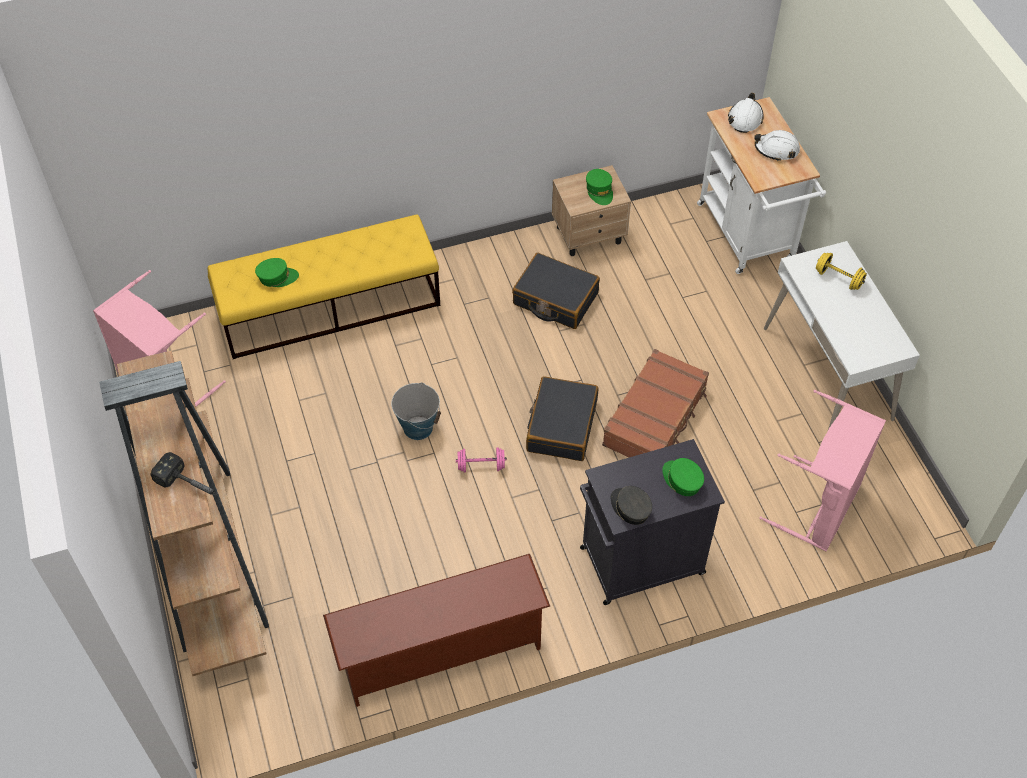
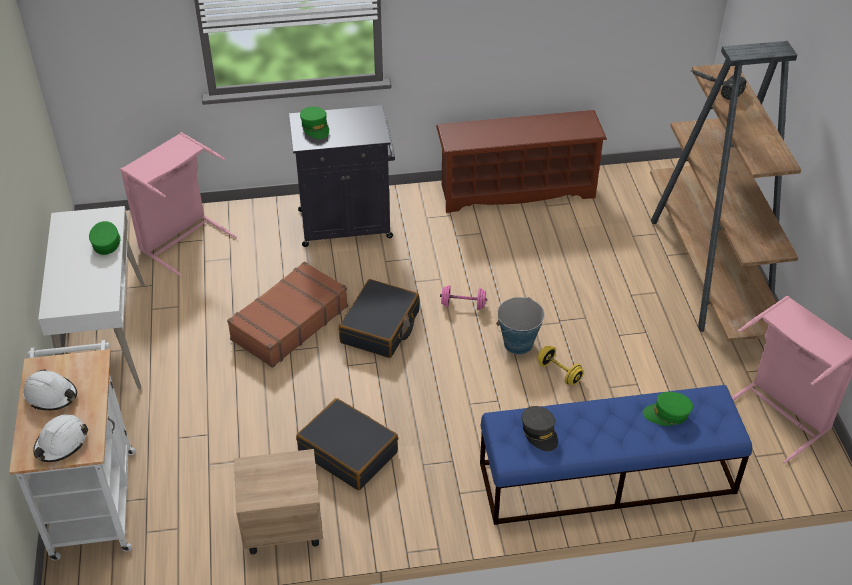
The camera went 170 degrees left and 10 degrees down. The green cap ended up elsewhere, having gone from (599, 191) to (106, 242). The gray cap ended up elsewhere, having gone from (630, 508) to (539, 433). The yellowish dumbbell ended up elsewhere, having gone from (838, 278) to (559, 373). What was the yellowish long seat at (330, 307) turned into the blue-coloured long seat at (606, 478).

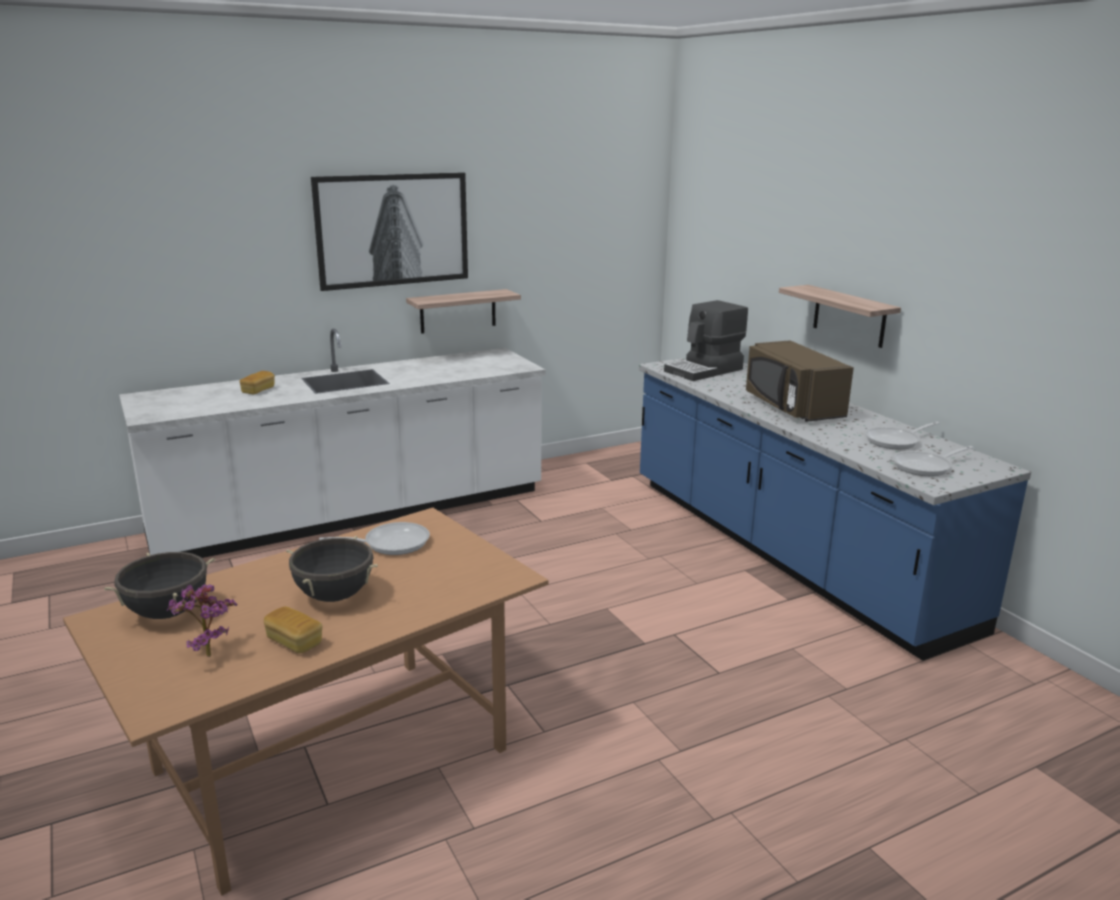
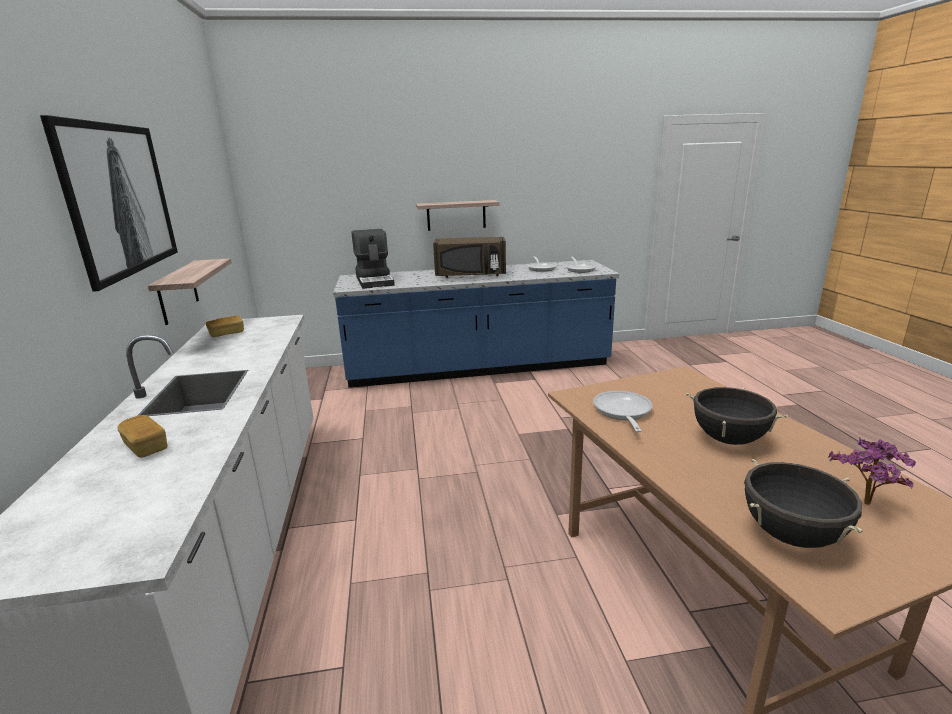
The camera went 70 degrees left and 0 degrees up. The bread ended up elsewhere, having gone from (294, 642) to (226, 334).

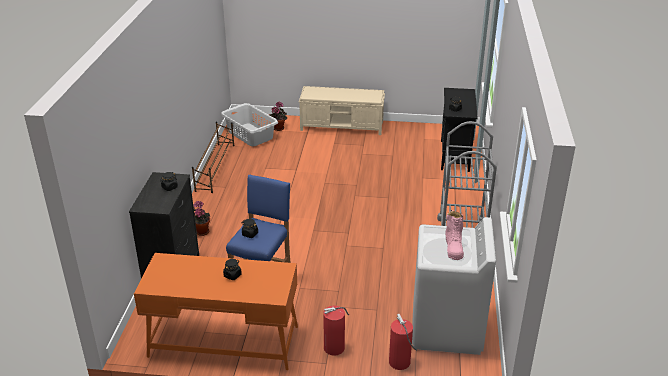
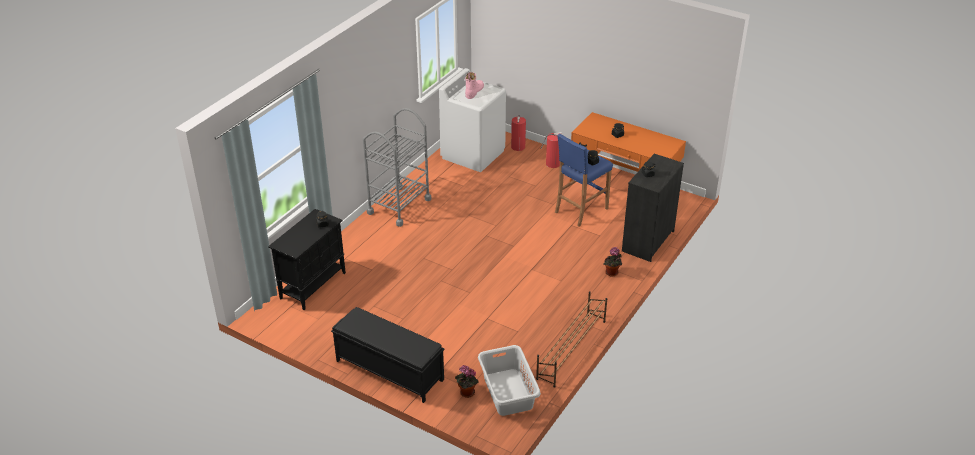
The camera went 155 degrees left and 5 degrees up. What was the beige-coloured long seat at (342, 126) turned into the black-coloured long seat at (389, 370).

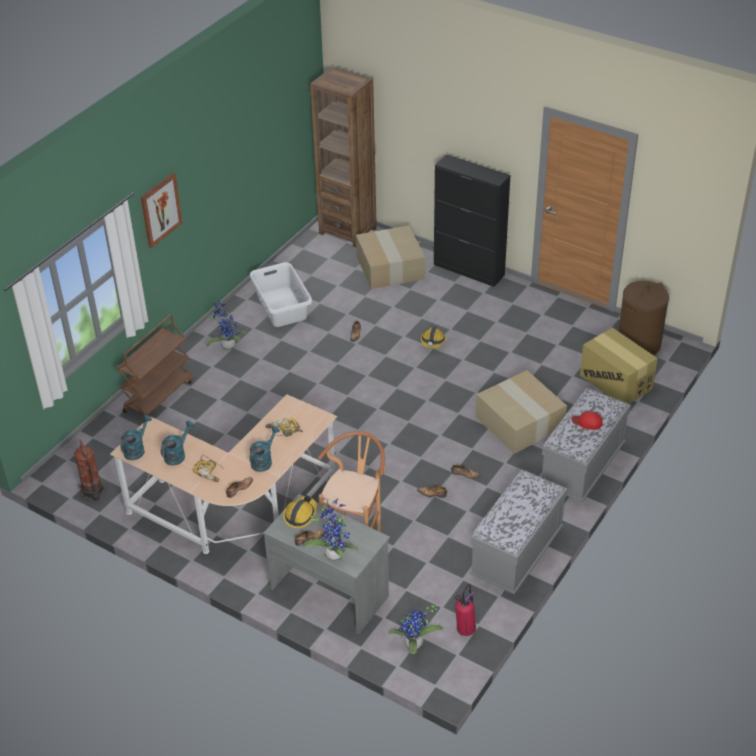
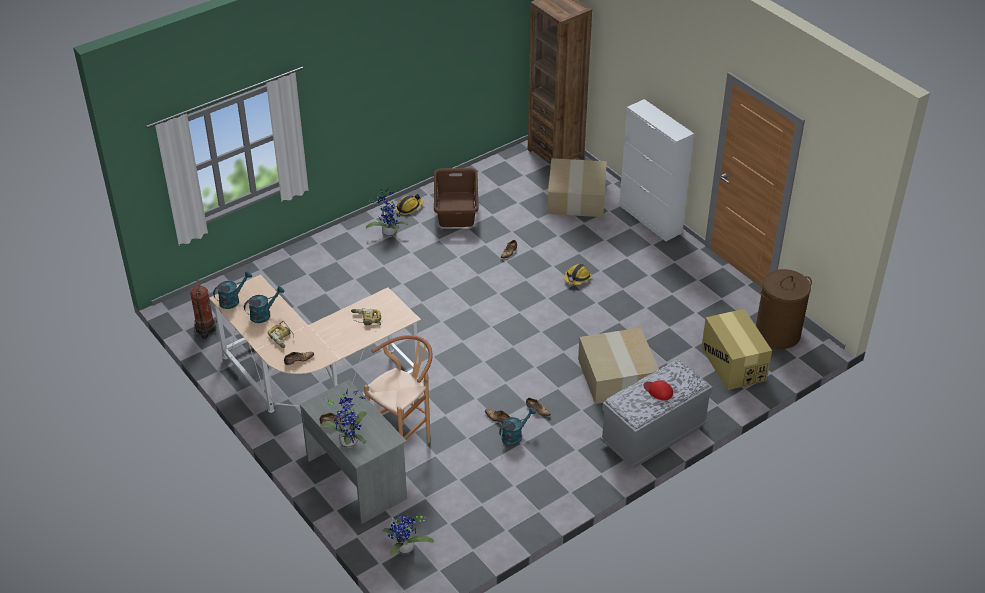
The camera went 20 degrees right and 0 degrees up. The second view lost the brown-coloured trolley at (158, 396). The second view lost the wall picture at (160, 210). The second view lost the fire-fighting cylinder at (465, 629). The second view lost the gray long seat at (516, 553). The turquoise-coloured sprinkling can ended up elsewhere, having gone from (263, 461) to (515, 436). The work helmet ended up elsewhere, having gone from (300, 515) to (409, 207). What was the whitish laundry basket at (282, 306) turned into the brown-coloured laundry basket at (456, 209). What was the black-coloured cabinet at (469, 270) turned into the whitish cabinet at (650, 219).

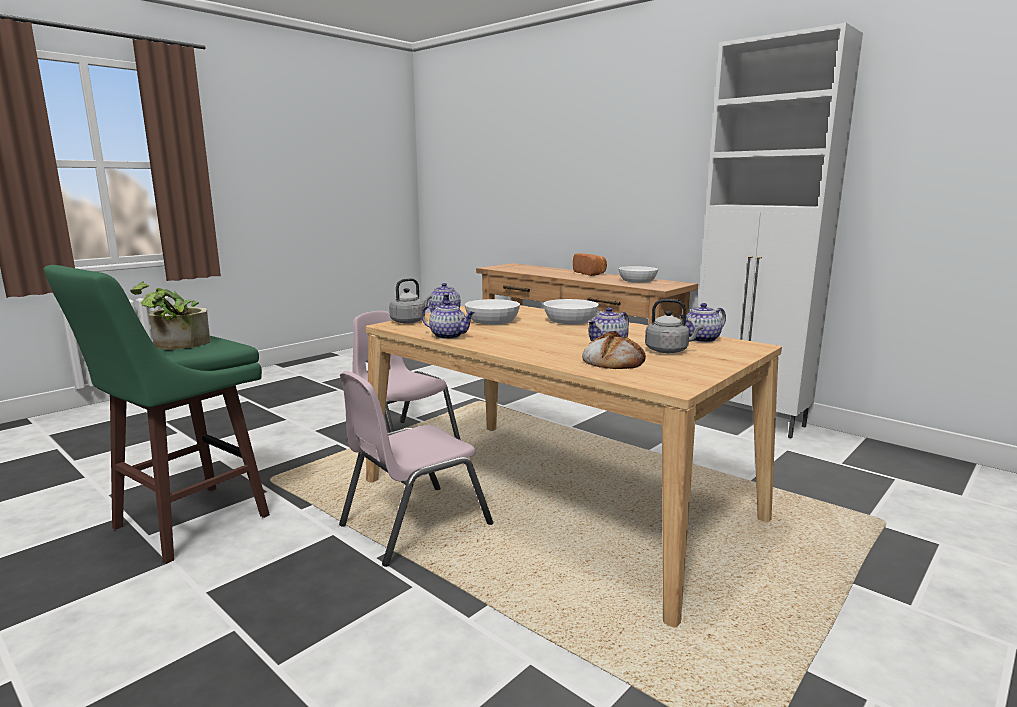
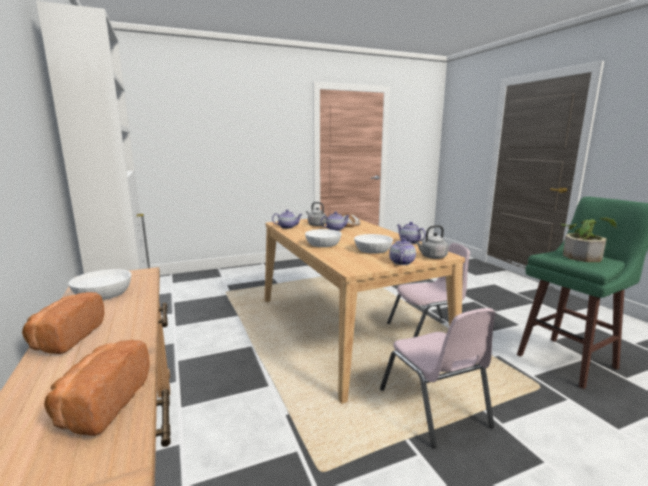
The camera went 155 degrees left and 0 degrees up. The second view gained the bread at (101, 404).

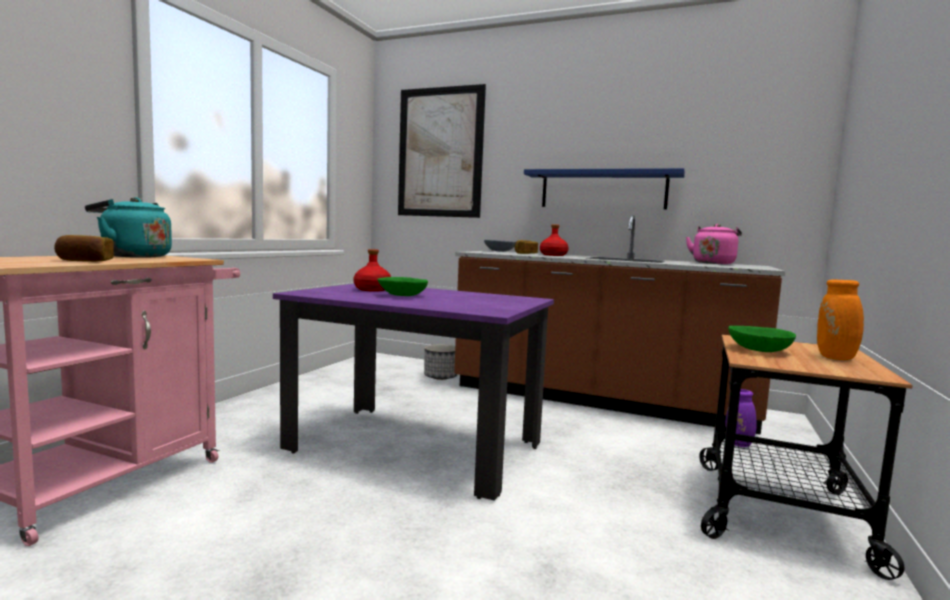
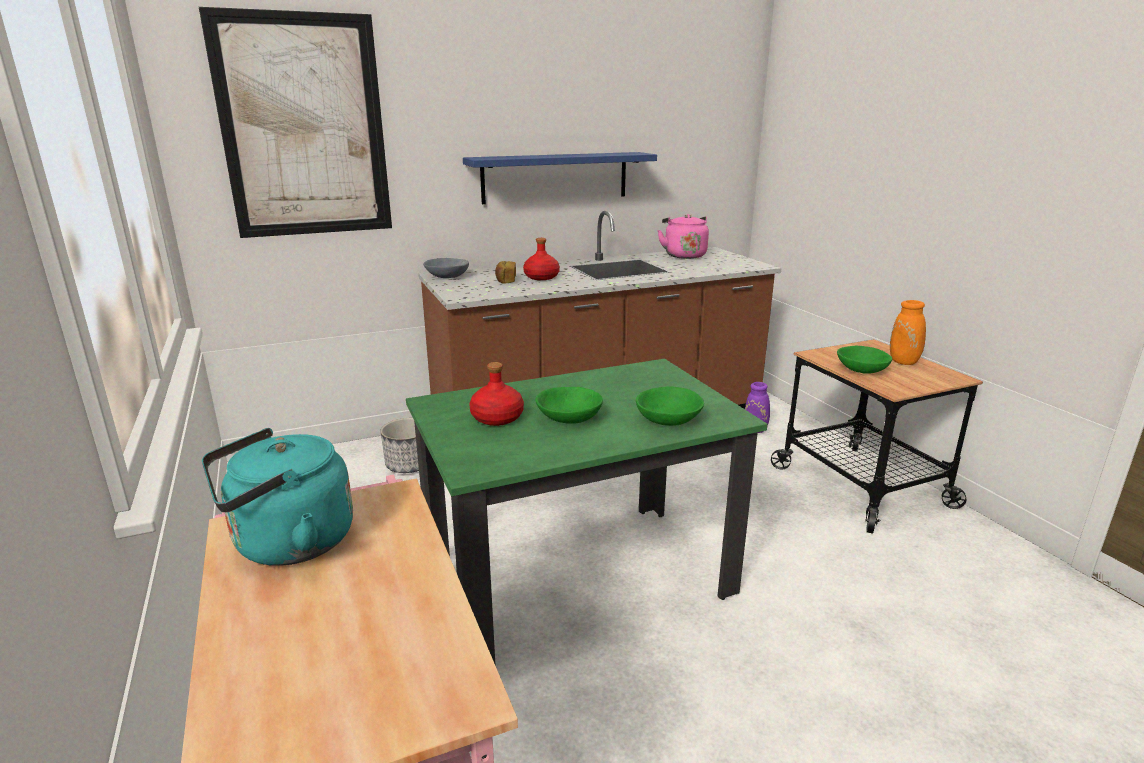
The camera went 45 degrees left and 15 degrees up. The second view lost the bread at (84, 261). The second view gained the green bowl at (669, 420). What was the purplish kitchen table at (415, 447) turned into the green kitchen table at (578, 579).

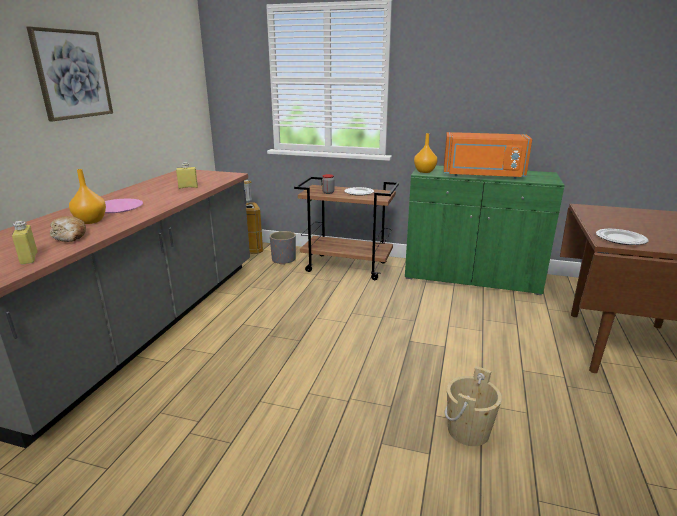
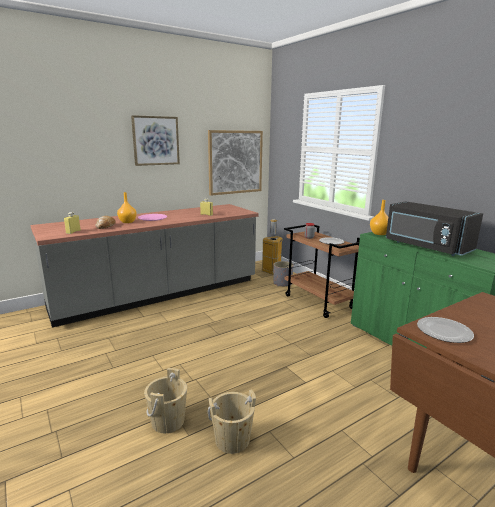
The camera went 40 degrees right and 5 degrees down. The second view gained the beige-coloured pail at (168, 421). The second view gained the wall picture at (235, 162). What was the orange-coloured kitchen microwave at (482, 175) turned into the black-coloured kitchen microwave at (425, 247).

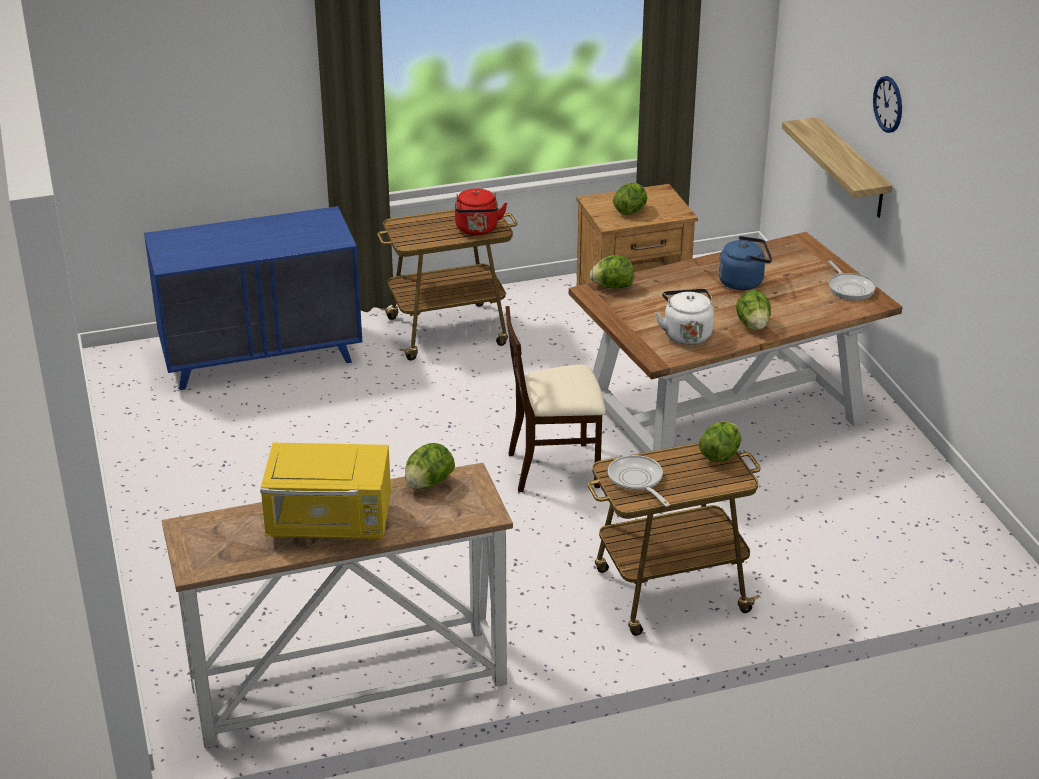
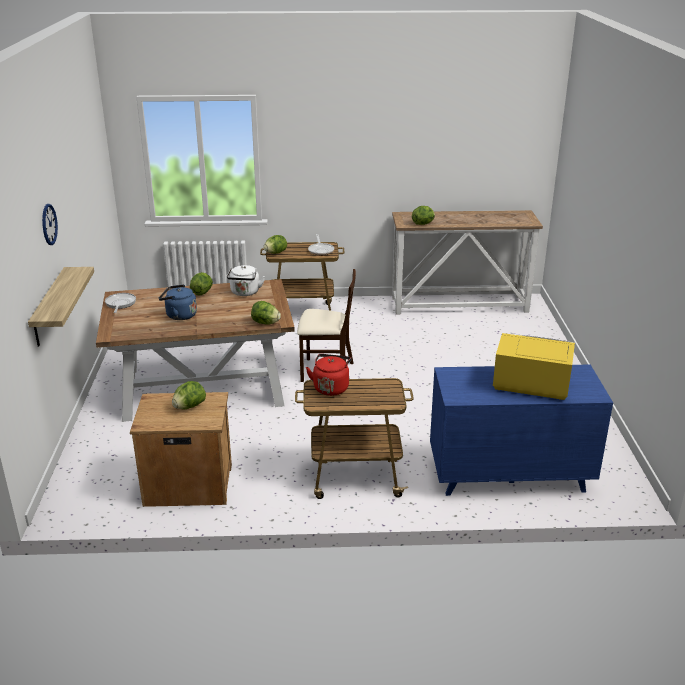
The camera went 165 degrees left and 5 degrees down. The yellowish kitchen microwave ended up elsewhere, having gone from (331, 523) to (530, 385).

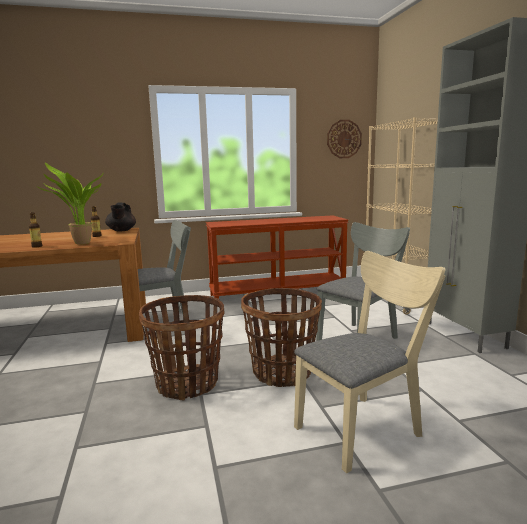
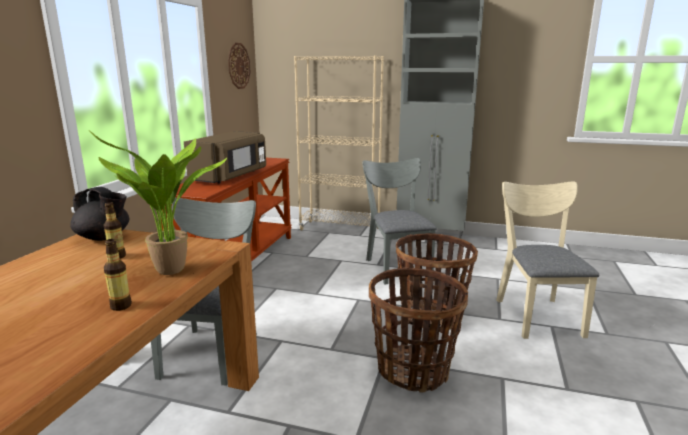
The camera went 60 degrees left and 5 degrees up. The second view gained the brown-coloured kitchen microwave at (230, 176).

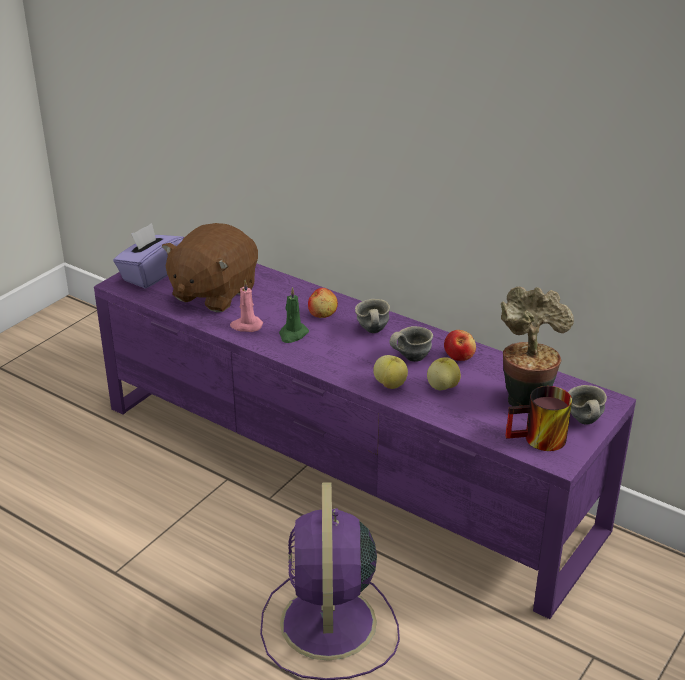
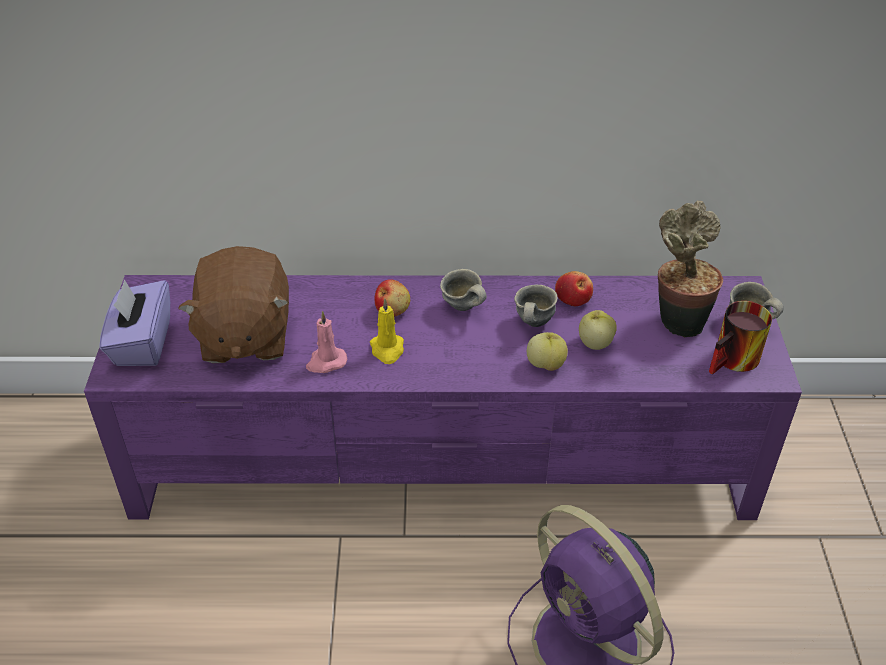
The camera went 35 degrees left and 10 degrees up. What was the green candle at (293, 334) turned into the yellowish candle at (387, 350).

